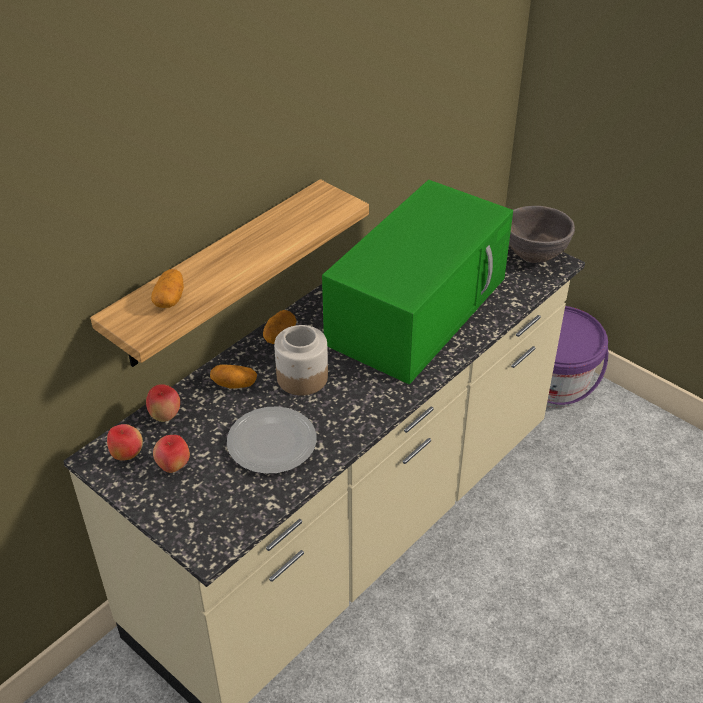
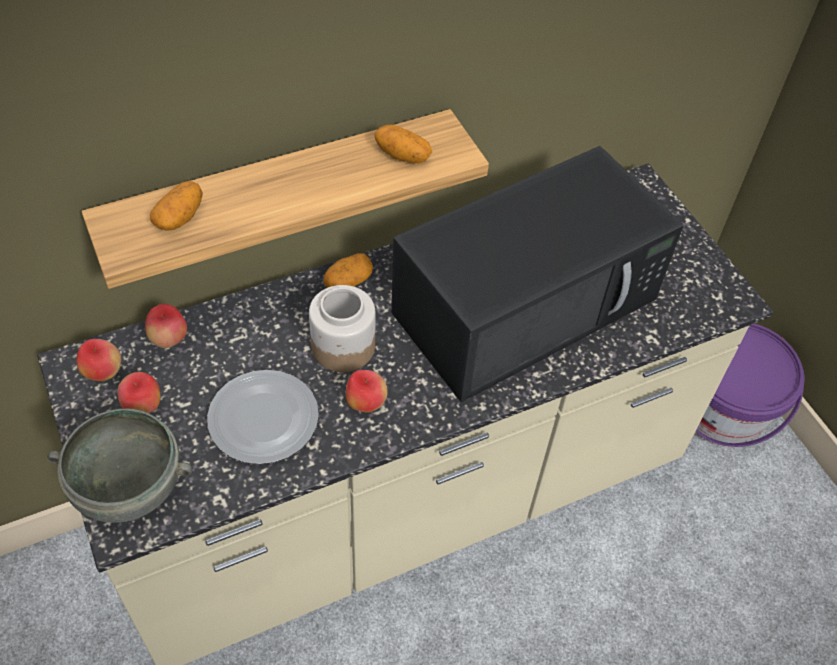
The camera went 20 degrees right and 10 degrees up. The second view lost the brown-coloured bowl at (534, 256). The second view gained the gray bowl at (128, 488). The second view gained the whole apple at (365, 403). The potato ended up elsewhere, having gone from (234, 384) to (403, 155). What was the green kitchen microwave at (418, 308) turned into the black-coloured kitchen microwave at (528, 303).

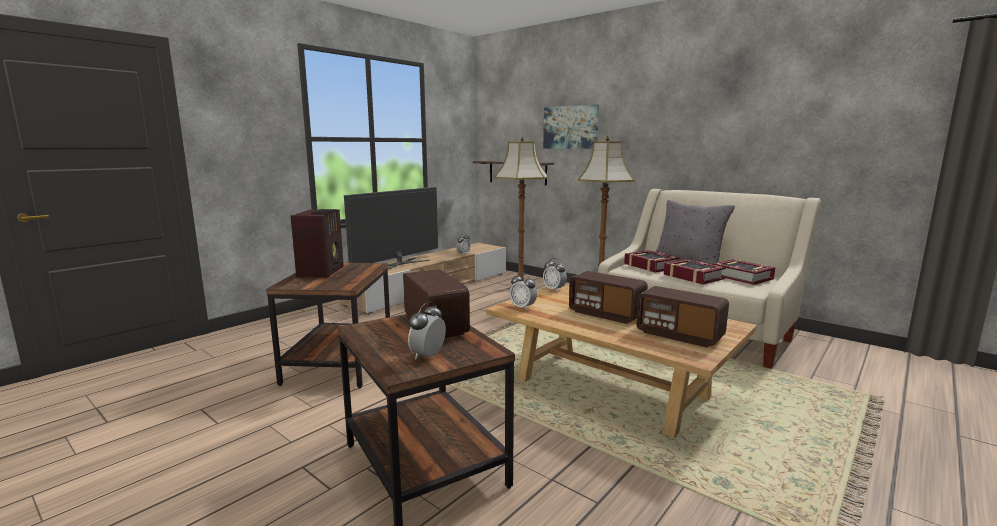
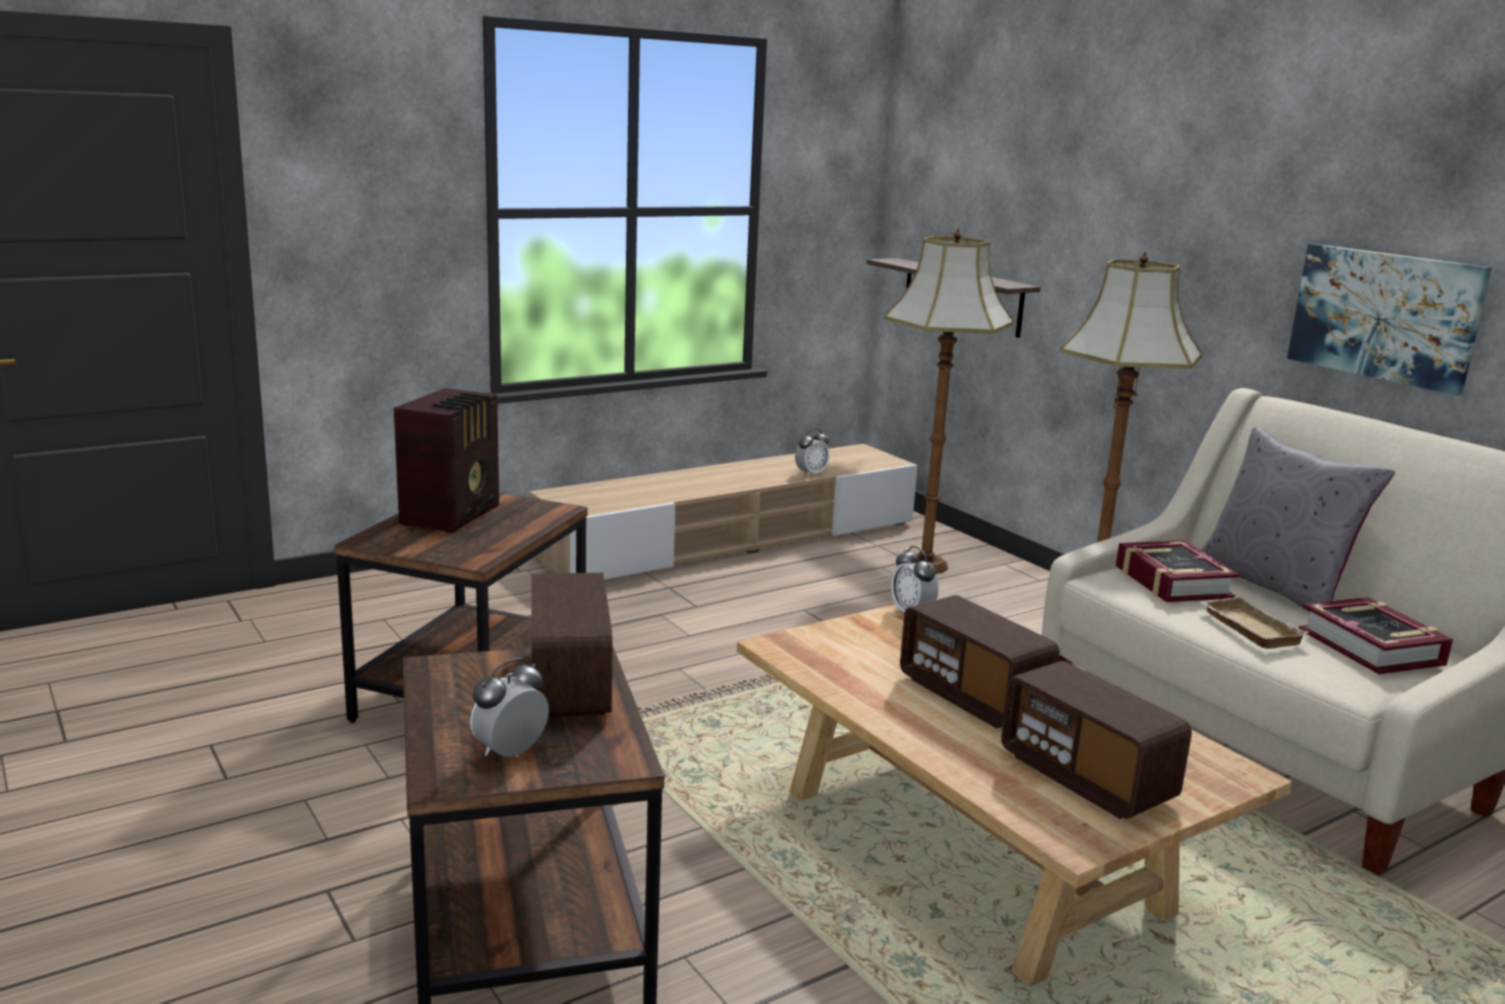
The camera went 15 degrees right and 5 degrees up. The second view lost the TV set at (398, 264). The second view lost the bedside clock at (523, 307). The wall picture ended up elsewhere, having gone from (570, 127) to (1385, 315). Where the volume stood at (693, 277), the beige-coloured tray came to stand at (1247, 629).

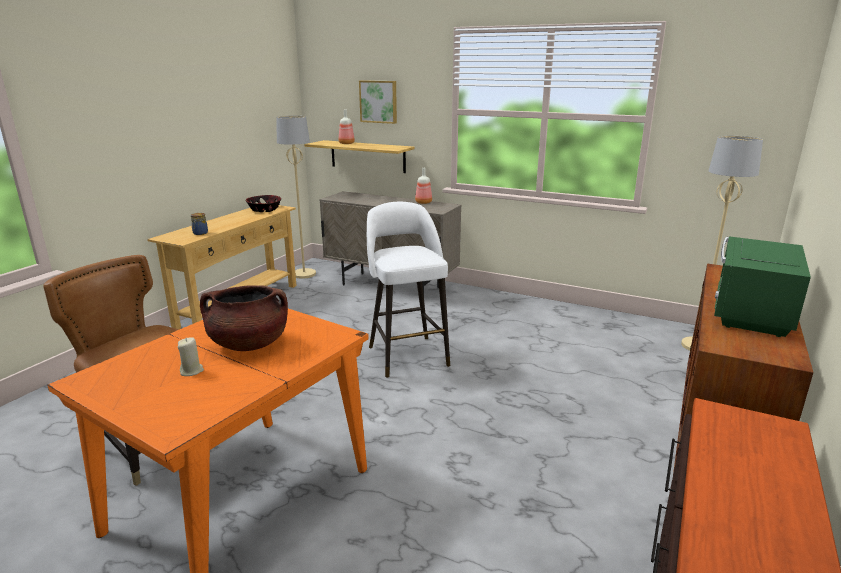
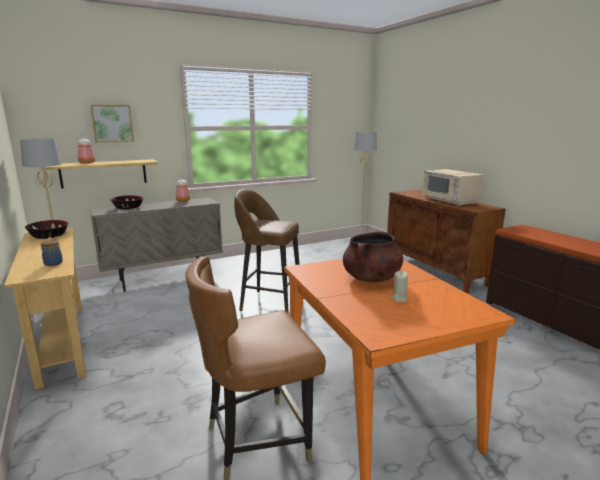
The camera went 55 degrees left and 5 degrees down. The second view gained the bowl at (128, 207). What was the whitish sitting stool at (407, 355) turned into the brown-coloured sitting stool at (269, 303). What was the green kitchen microwave at (750, 314) turned into the beige-coloured kitchen microwave at (450, 201).

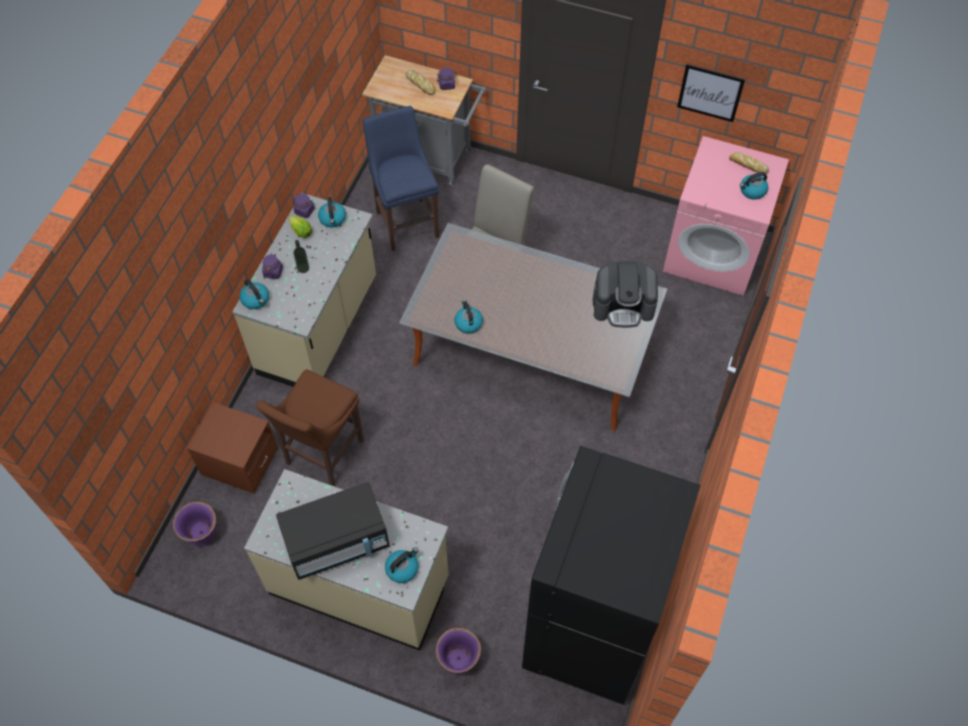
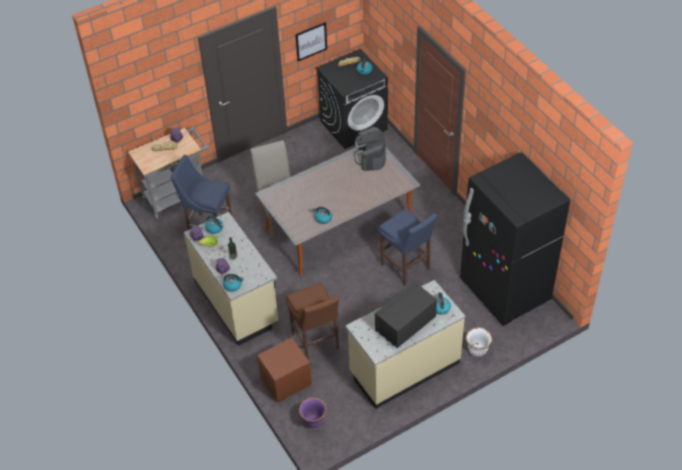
The camera went 50 degrees left and 10 degrees down. The second view gained the blue-coloured sitting stool at (406, 268). What was the purplish flower pot at (458, 660) turned into the whitish flower pot at (477, 350). What was the pink-coloured laundry appliance at (713, 253) turned into the black-coloured laundry appliance at (354, 125). The black-coloured kitchen microwave at (337, 542) ended up facing another way, 150 degrees counterclockwise from before. The coffee machine at (623, 305) ended up facing another way, 135 degrees clockwise from before.

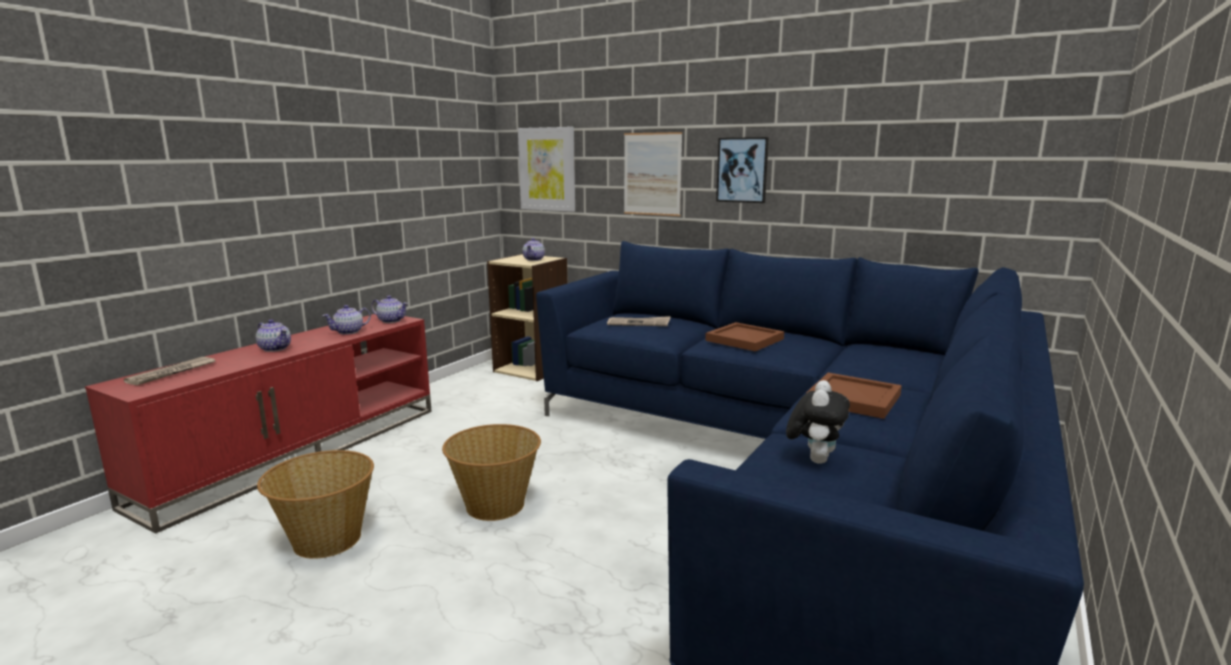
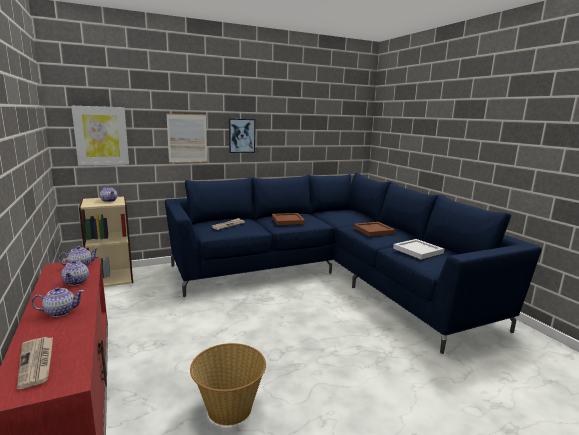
The camera went 55 degrees left and 0 degrees up. The second view lost the basket at (495, 505). Where the soft toy stood at (814, 459), the whitish tray came to stand at (417, 250).

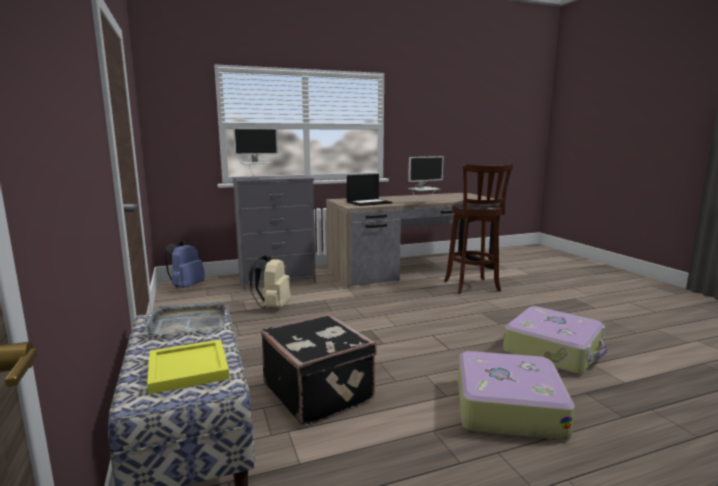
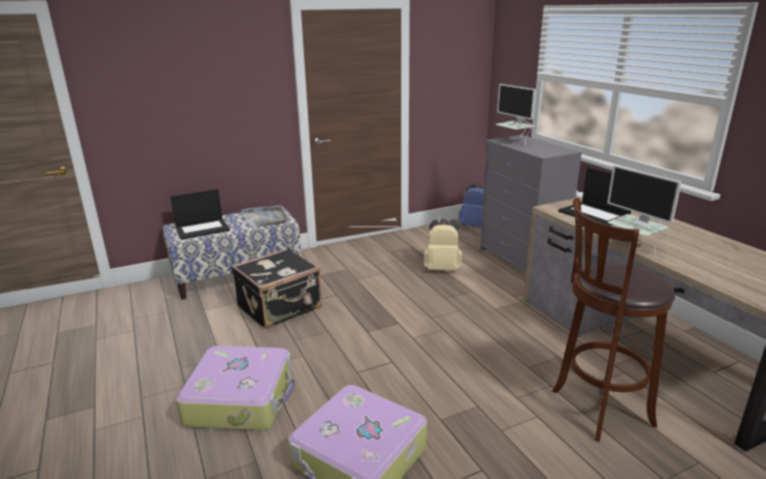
The camera went 85 degrees right and 10 degrees up. Where the yellowish tray stood at (187, 368), the notebook computer came to stand at (203, 229).

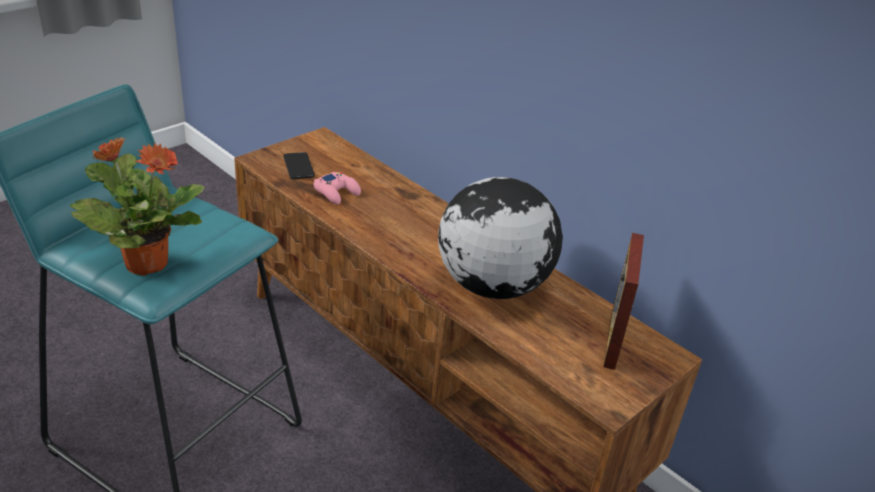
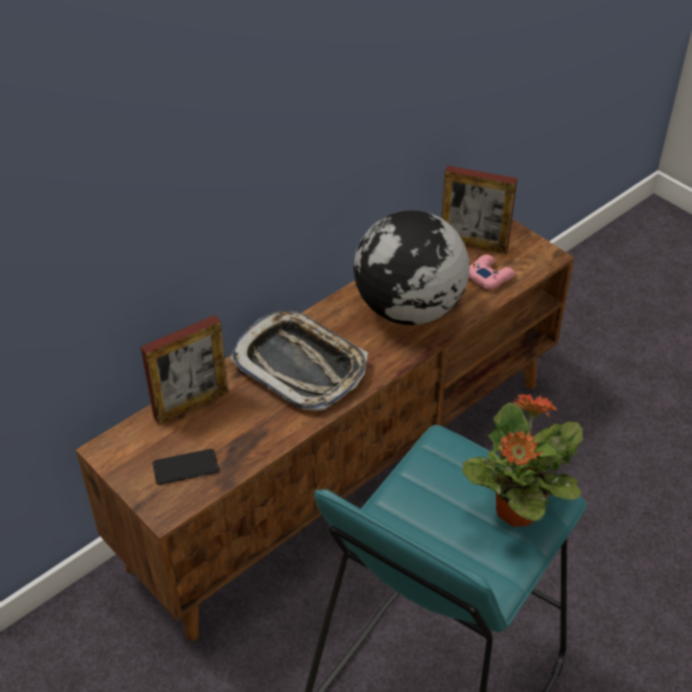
The camera went 85 degrees left and 10 degrees up. The second view gained the standing frame at (191, 404). The second view gained the tray at (300, 366). The pink-coloured game controller ended up elsewhere, having gone from (337, 192) to (489, 276).

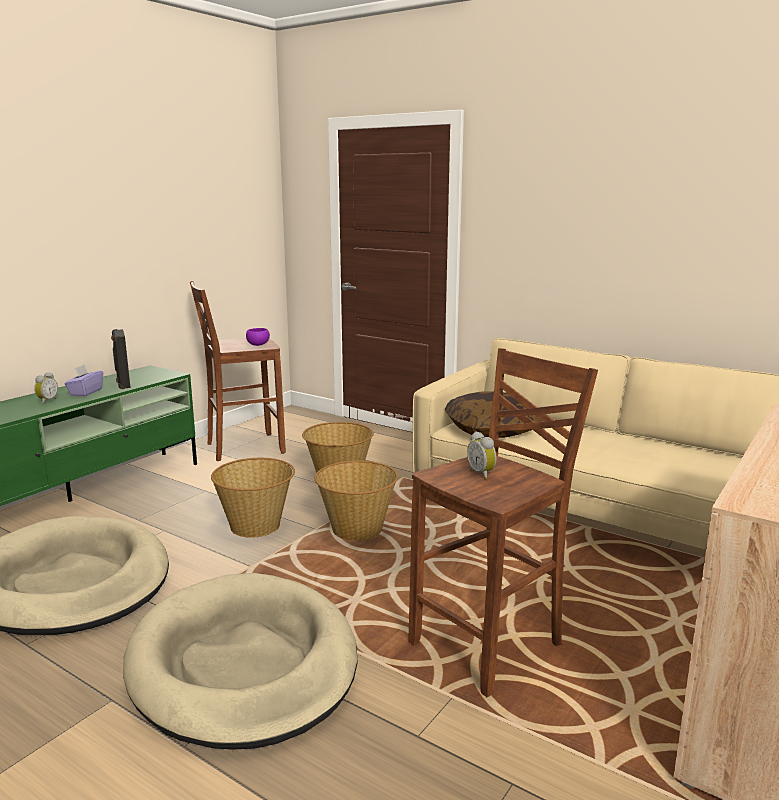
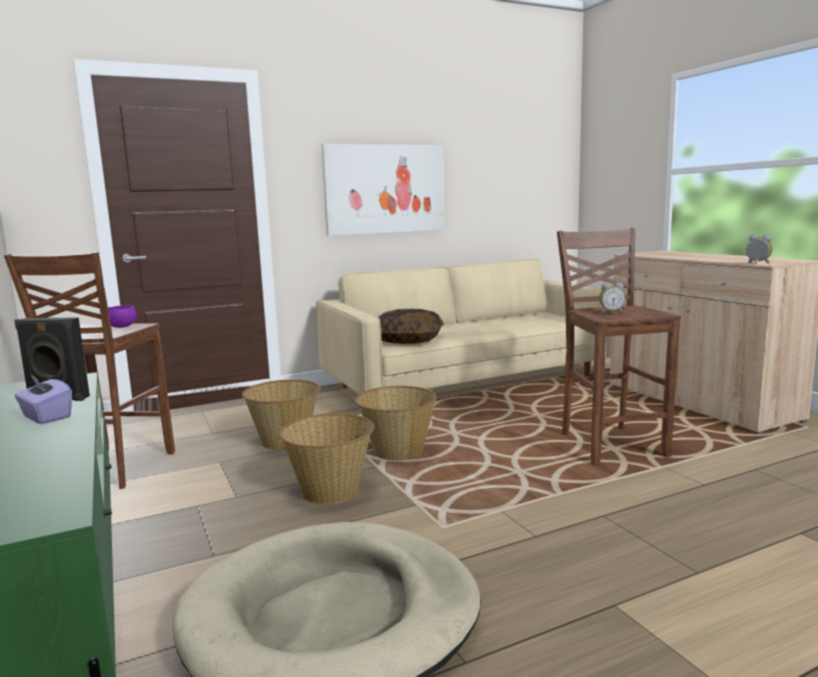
The camera went 60 degrees left and 5 degrees down. The second view lost the beige-coloured dog bed at (243, 664). The second view gained the wall picture at (385, 189). The bedside clock ended up elsewhere, having gone from (46, 401) to (757, 263).

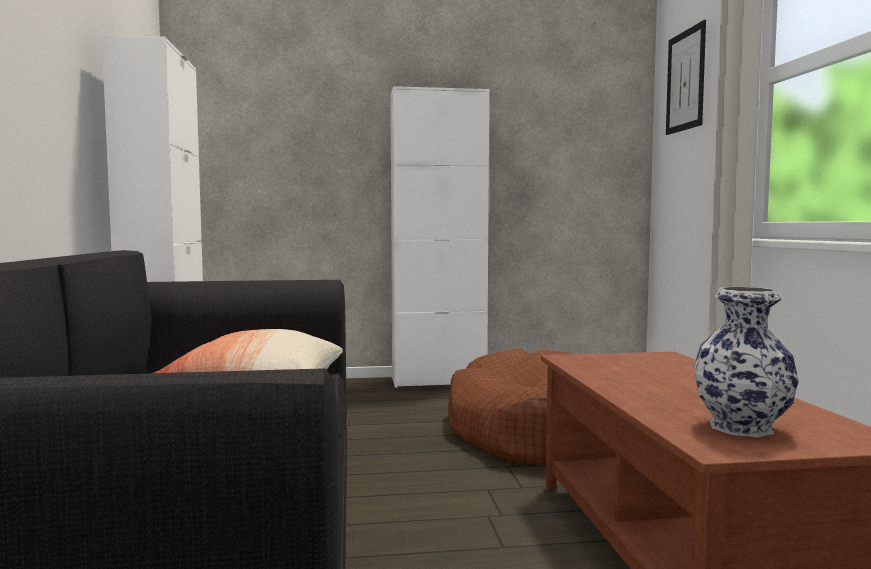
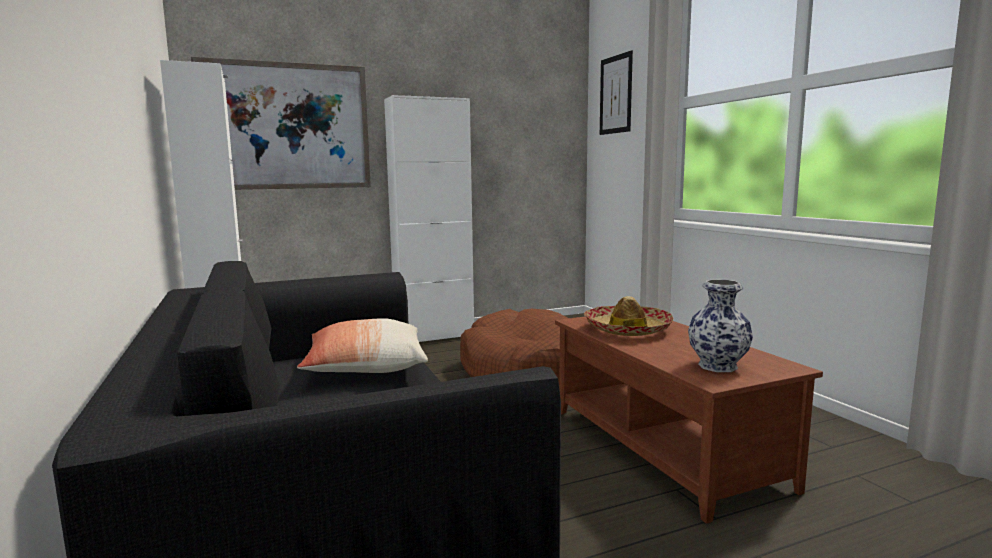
The camera went 15 degrees left and 5 degrees up. The second view gained the wall picture at (286, 126). The second view gained the clothing hat at (627, 329).

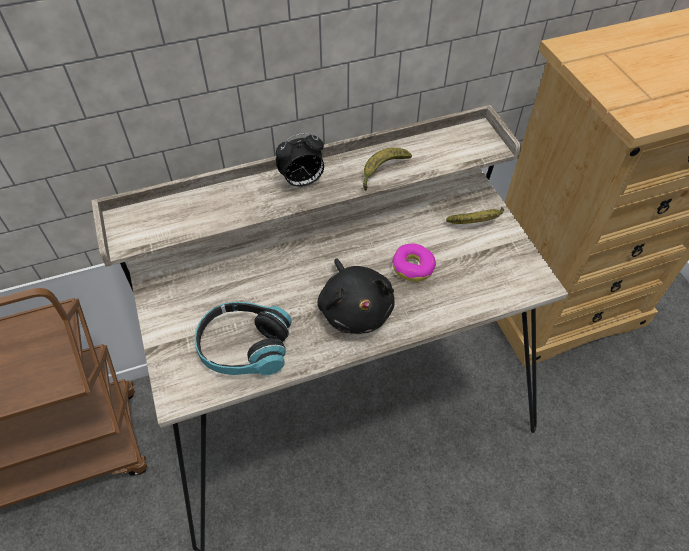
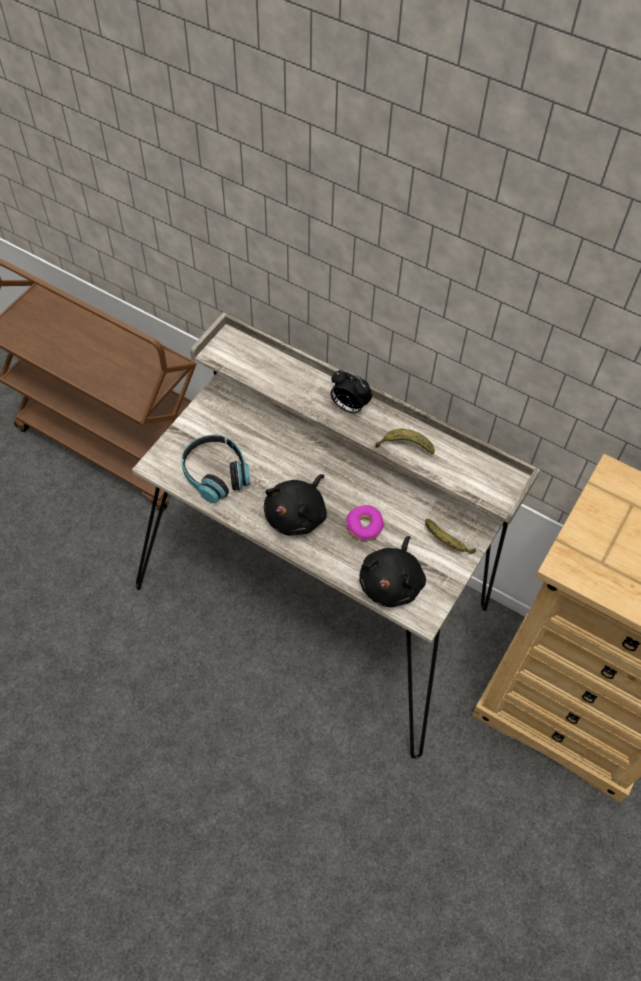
The camera went 50 degrees right and 5 degrees up. The second view gained the black-coloured soft toy at (392, 582).

